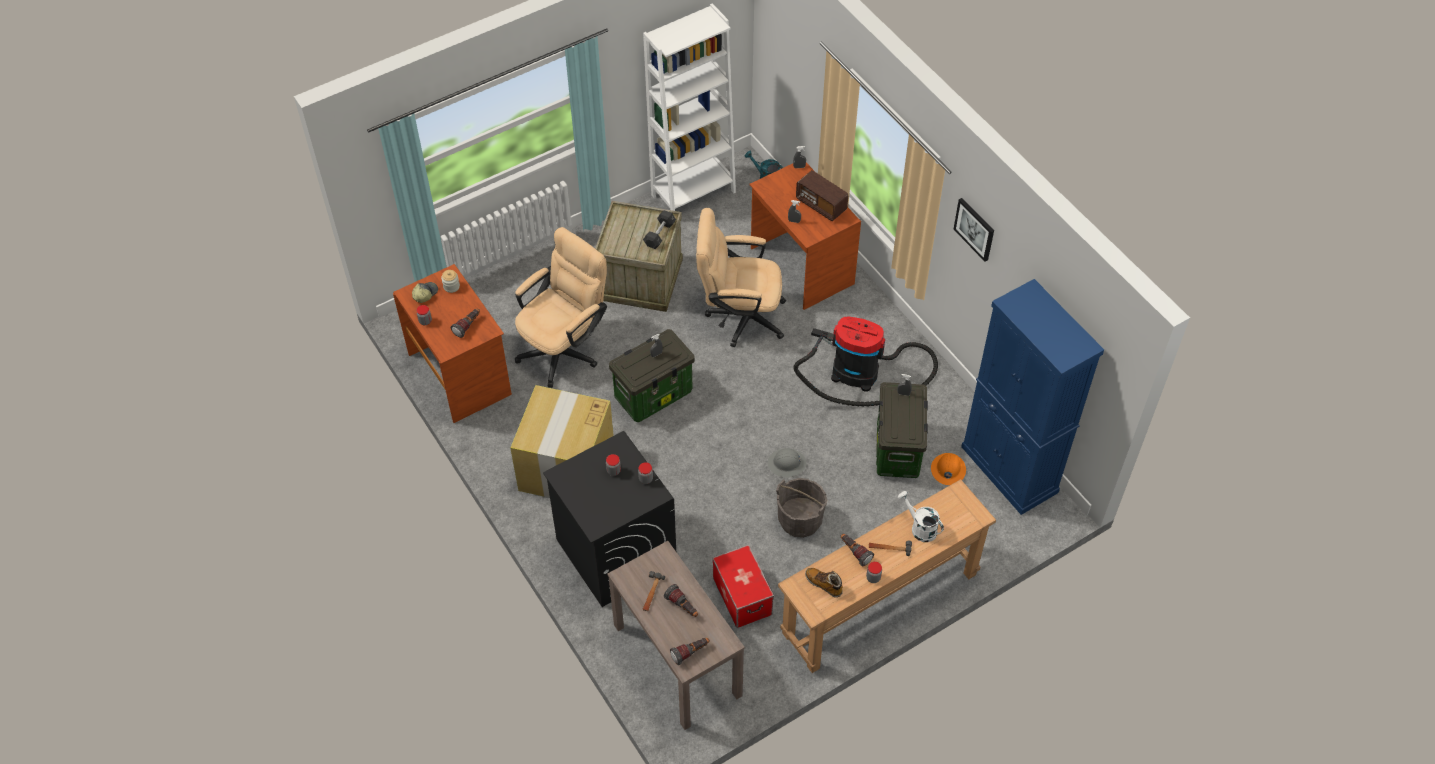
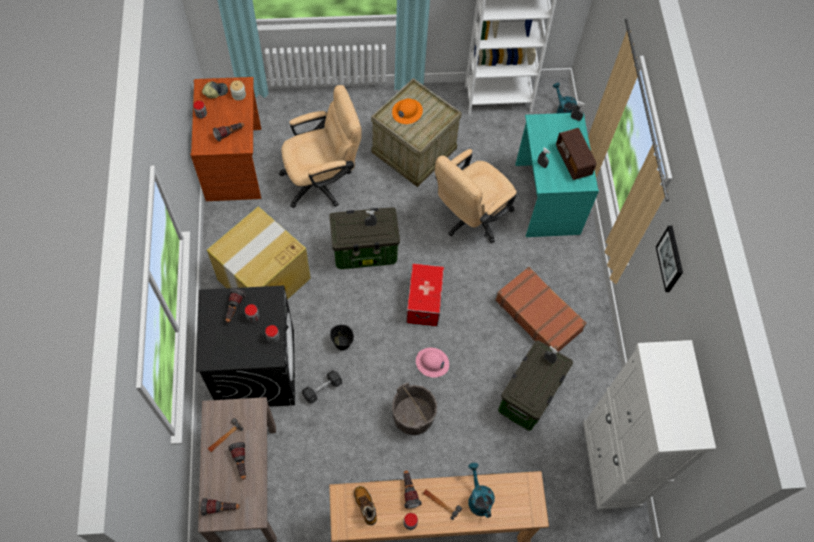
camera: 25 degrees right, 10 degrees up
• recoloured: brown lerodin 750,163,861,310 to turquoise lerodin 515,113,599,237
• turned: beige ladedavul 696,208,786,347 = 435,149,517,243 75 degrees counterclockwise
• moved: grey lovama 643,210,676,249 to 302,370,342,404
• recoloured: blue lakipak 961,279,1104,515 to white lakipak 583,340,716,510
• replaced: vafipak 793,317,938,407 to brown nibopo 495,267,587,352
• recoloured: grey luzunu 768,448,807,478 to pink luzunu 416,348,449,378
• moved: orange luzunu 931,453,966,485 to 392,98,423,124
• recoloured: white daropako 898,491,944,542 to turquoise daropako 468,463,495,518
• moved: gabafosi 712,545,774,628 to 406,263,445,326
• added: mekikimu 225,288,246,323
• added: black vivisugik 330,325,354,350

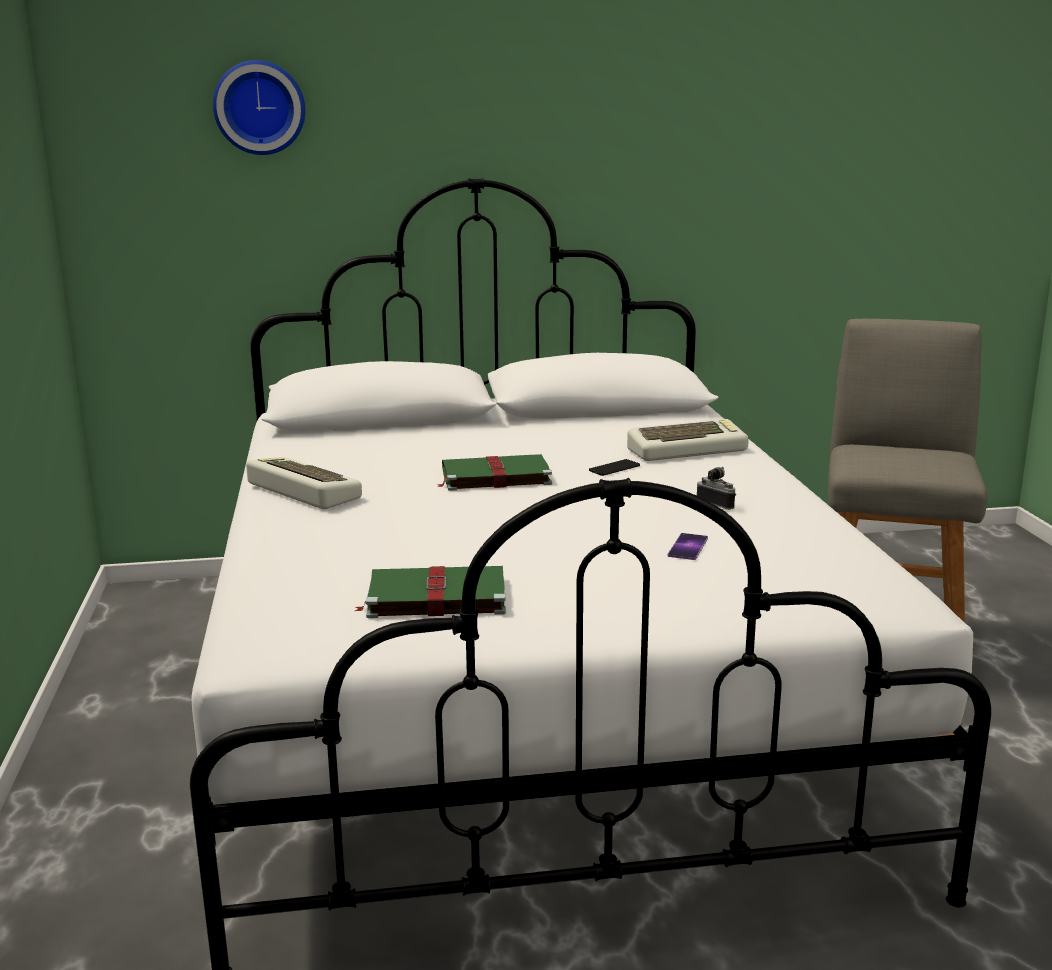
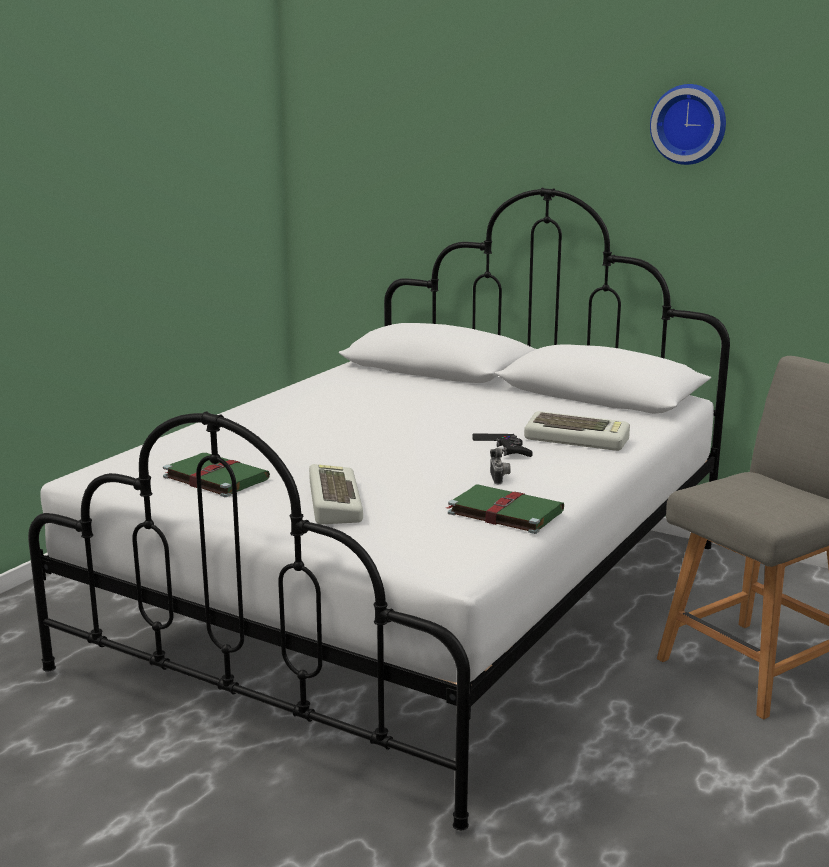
camera: 40 degrees right, 0 degrees up
• moved: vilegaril 213,60,305,155 to 650,84,726,165
• moved: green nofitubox 437,454,552,491 to 446,484,564,534
• moved: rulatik 246,457,362,509 to 309,464,363,525
• removed: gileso 668,533,708,560
• added: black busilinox 496,435,533,457

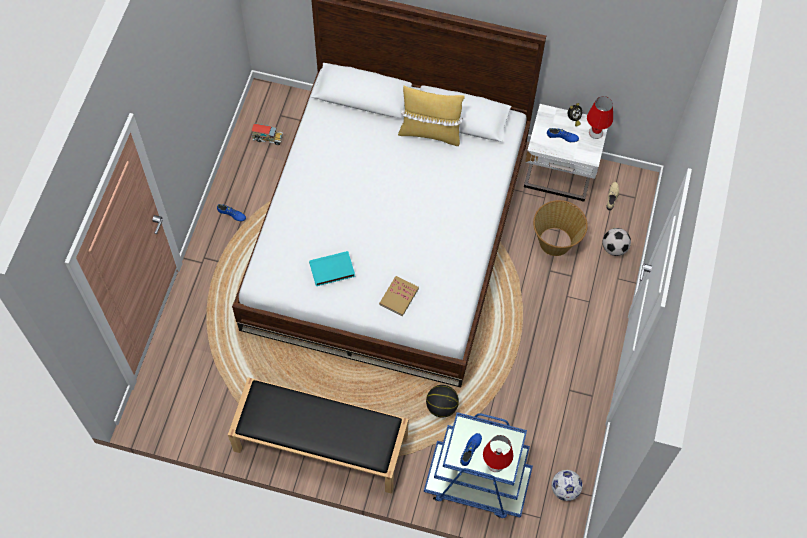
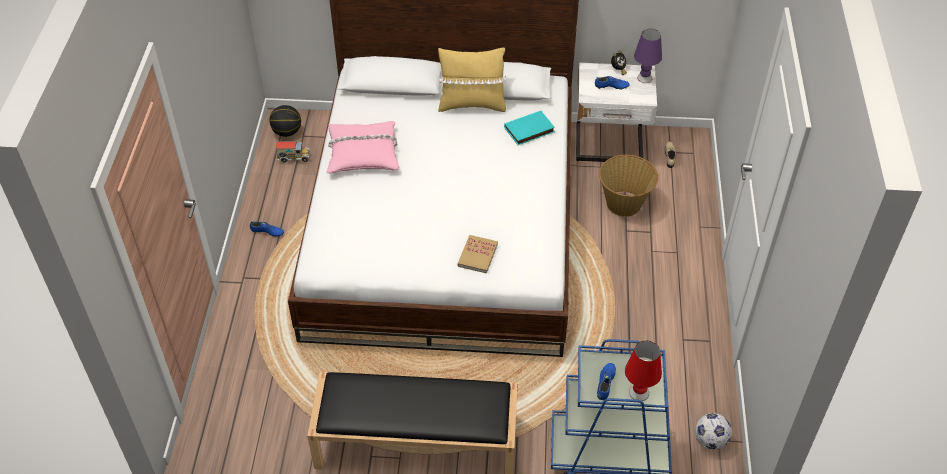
camera: 10 degrees left, 15 degrees down
• recoloured: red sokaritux 587,96,613,139 to purple sokaritux 634,29,662,83
• removed: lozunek 603,228,631,256
• moved: turquoise nofitubox 309,251,355,286 to 504,111,555,145
• moved: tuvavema 426,385,459,418 to 269,105,301,137
• added: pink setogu 327,121,399,173

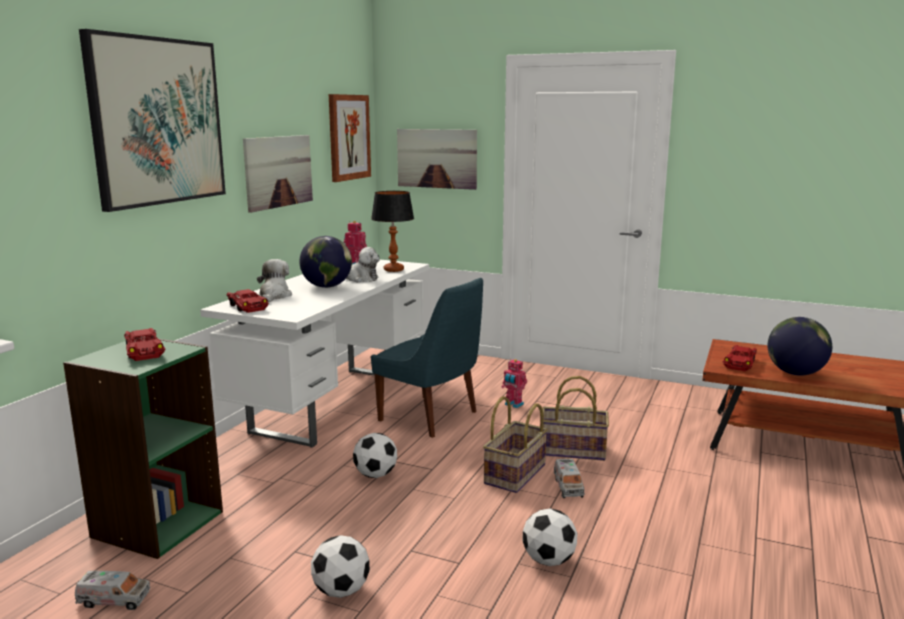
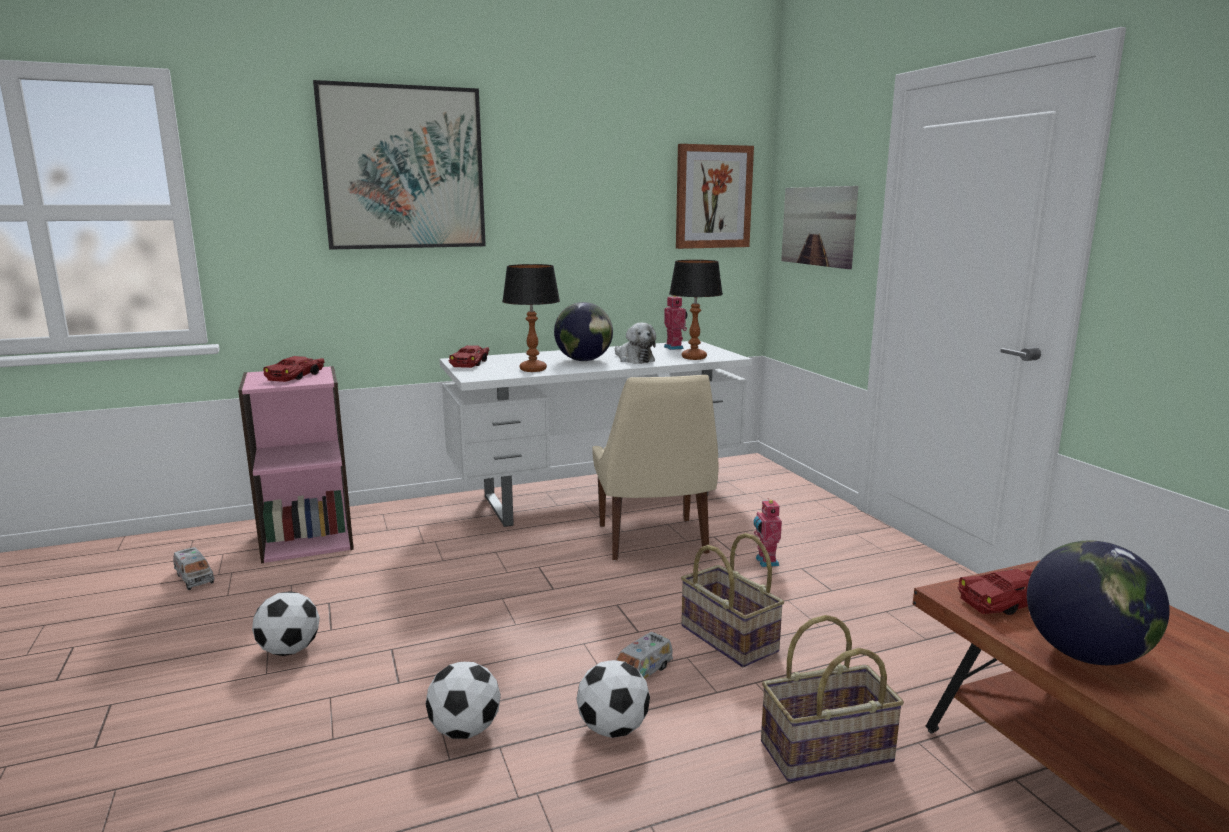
camera: 45 degrees right, 0 degrees up
• removed: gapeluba 243,135,313,213
• removed: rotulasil 257,259,292,302
• recoloured: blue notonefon 371,278,483,438 to beige notonefon 592,375,718,560
• recoloured: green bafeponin 63,336,223,559 to pink bafeponin 238,366,354,564
• moved: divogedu 483,396,548,493 to 761,615,904,782
• moved: lozunek 353,433,397,478 to 576,660,650,738
• added: sokaritux 502,264,560,372

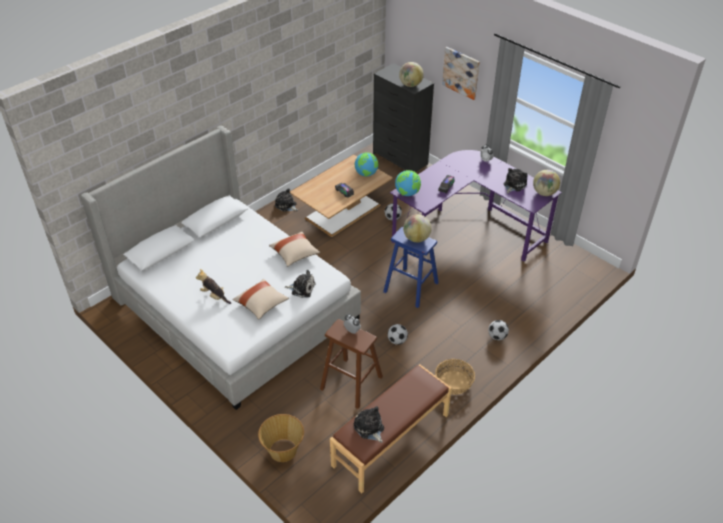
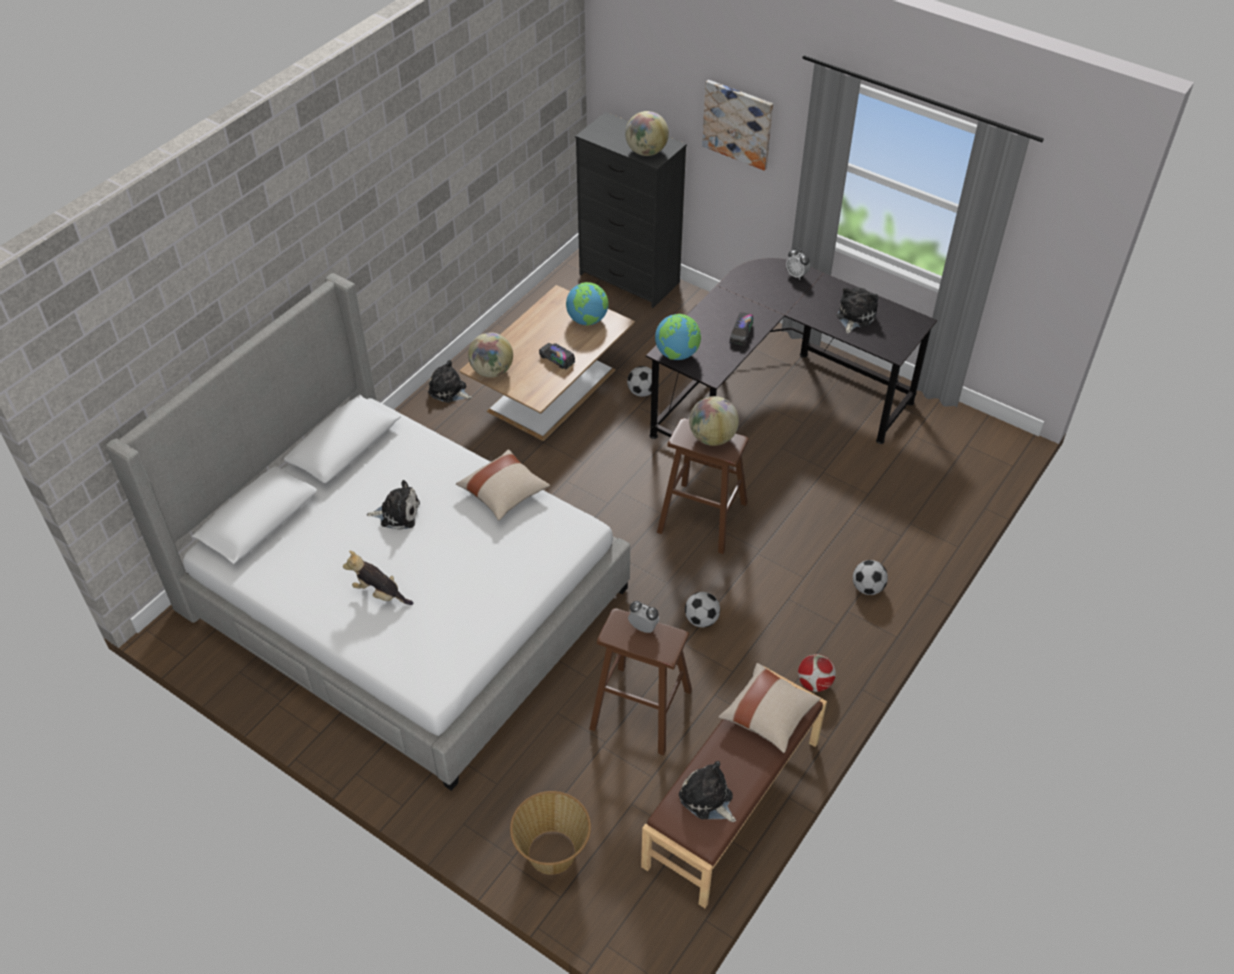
camera: 10 degrees left, 5 degrees up
• recoloured: purple lerodin 390,150,562,261 to black lerodin 646,258,937,466
• moved: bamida 533,170,560,196 to 468,332,513,378
• recoloured: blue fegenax 383,227,439,308 to brown fegenax 657,418,749,554
• moved: rotulasil 284,270,316,298 to 367,480,420,530
• moved: beige setogu 232,279,289,320 to 718,663,821,753
• replaced: divogedu 435,359,475,395 to lozunek 798,654,836,692

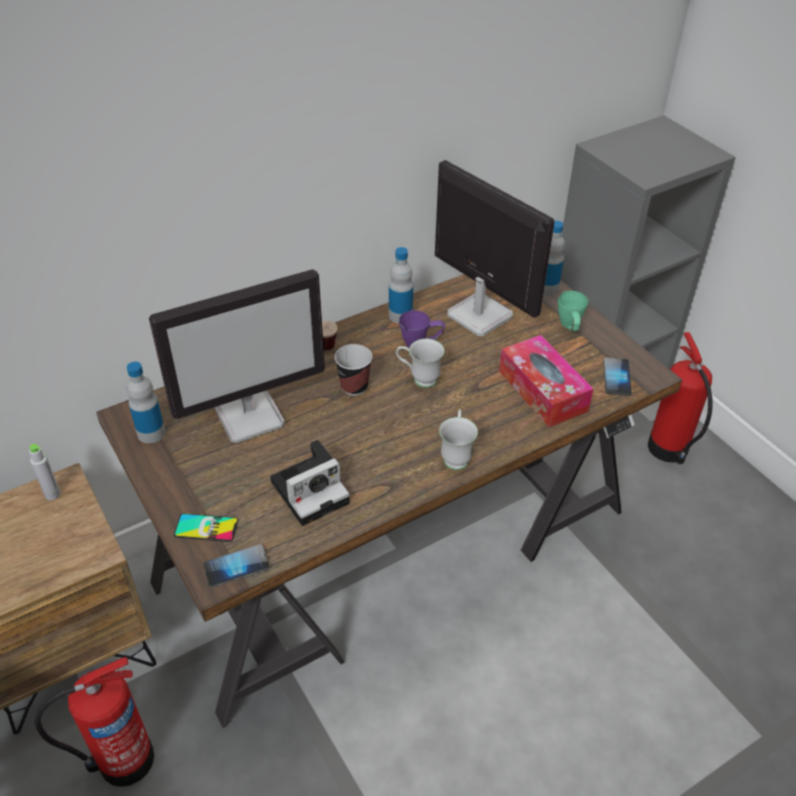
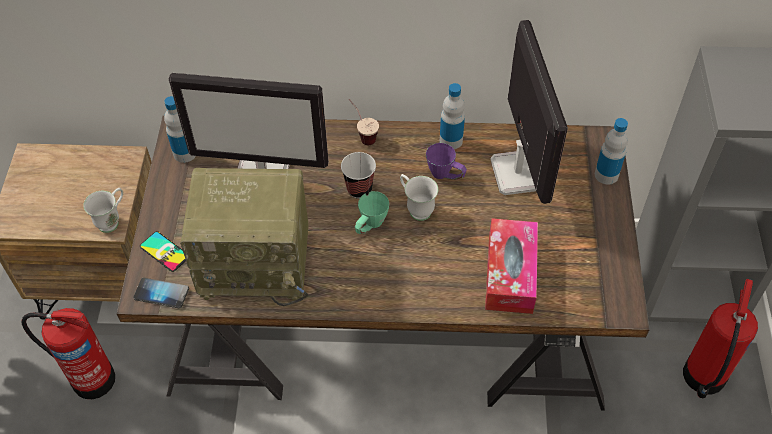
camera: 35 degrees right, 10 degrees up
• moved: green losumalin 558,291,588,332 to 355,191,389,234
• removed: gileso 603,357,632,396
• moved: white losumalin 439,409,478,470 to 83,188,123,233
• replaced: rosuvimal 270,440,350,526 to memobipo 180,168,309,306
• removed: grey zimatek 29,444,60,500

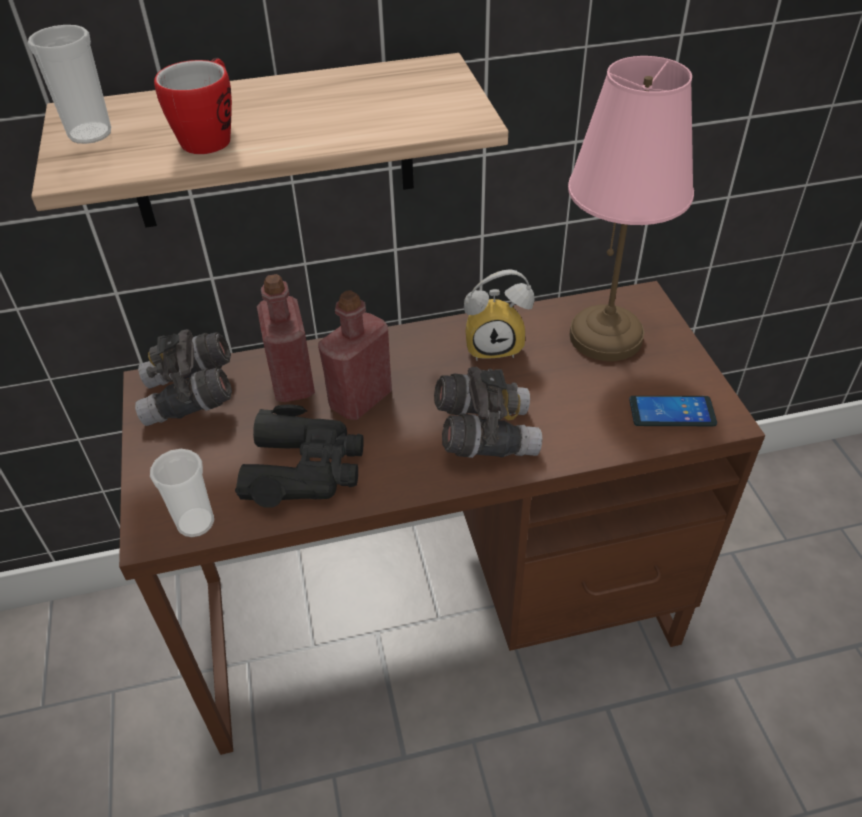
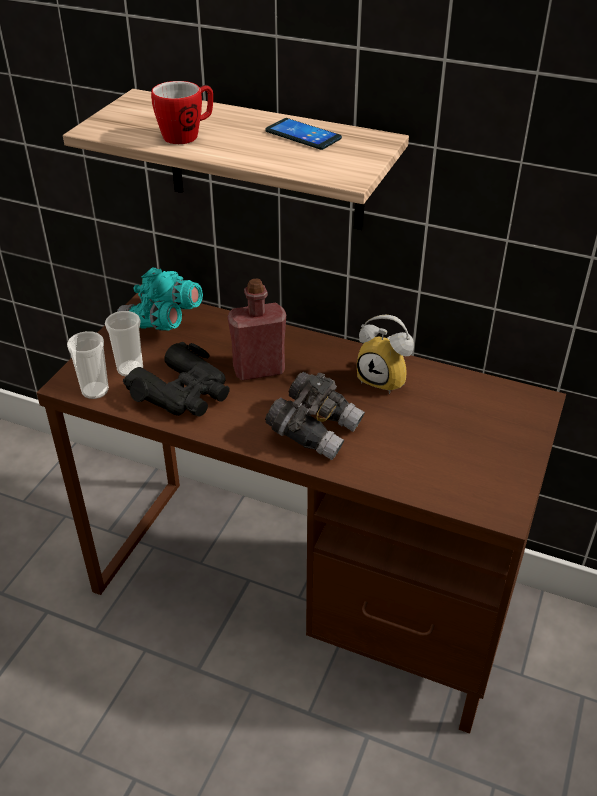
camera: 35 degrees right, 5 degrees down
• moved: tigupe 28,25,111,144 to 105,311,143,377
• removed: pink sokaritux 568,56,694,361
• removed: red zimatek 257,274,315,402
• recoloured: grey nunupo 135,329,232,426 to turquoise nunupo 117,268,203,331
• moved: gileso 629,396,717,426 to 265,118,342,150

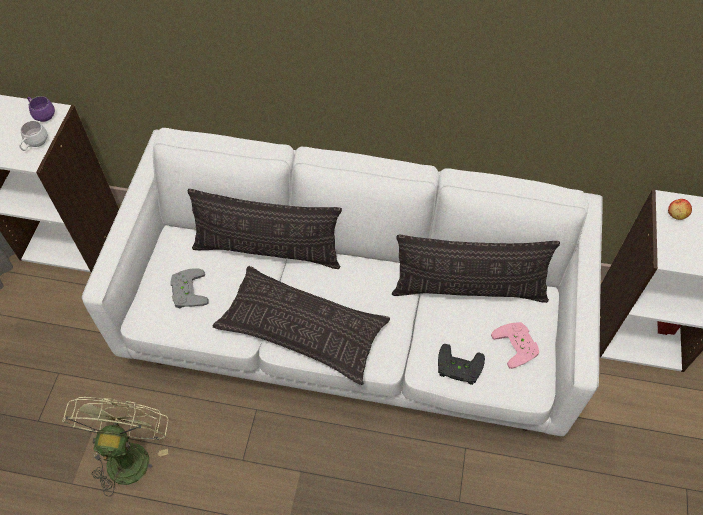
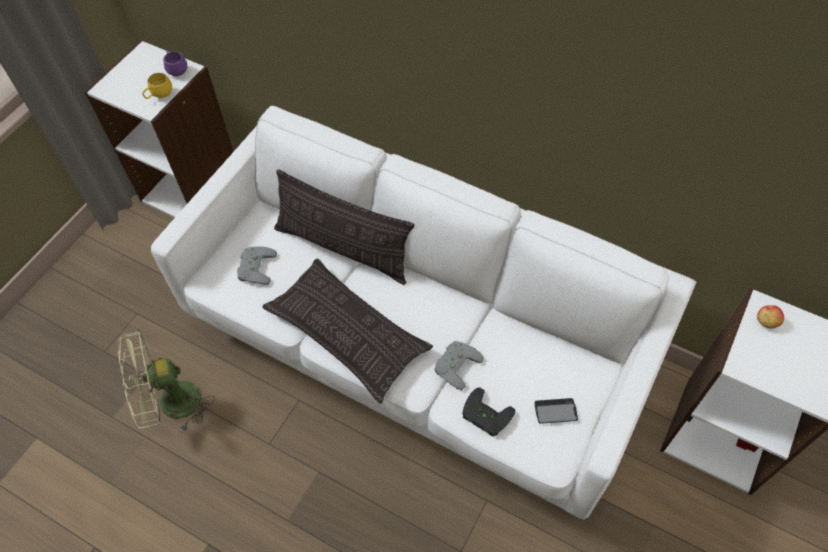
camera: 20 degrees right, 0 degrees up
• recoloured: white losumalin 19,121,48,151 to yellow losumalin 142,73,172,99
• removed: setogu 392,235,560,303
• replaced: pink busilinox 491,322,539,369 to gileso 534,398,578,424
• turned: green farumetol 62,397,168,497 = 118,330,215,433 135 degrees counterclockwise
• added: grey busilinox 434,341,484,390

